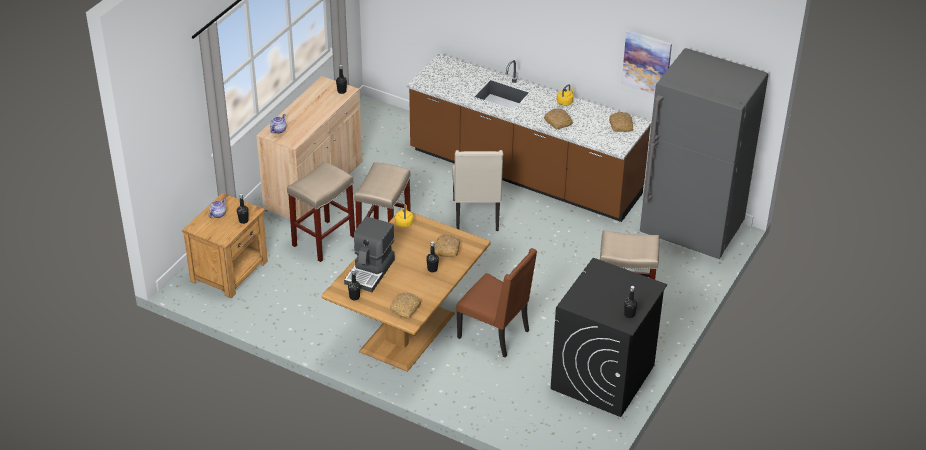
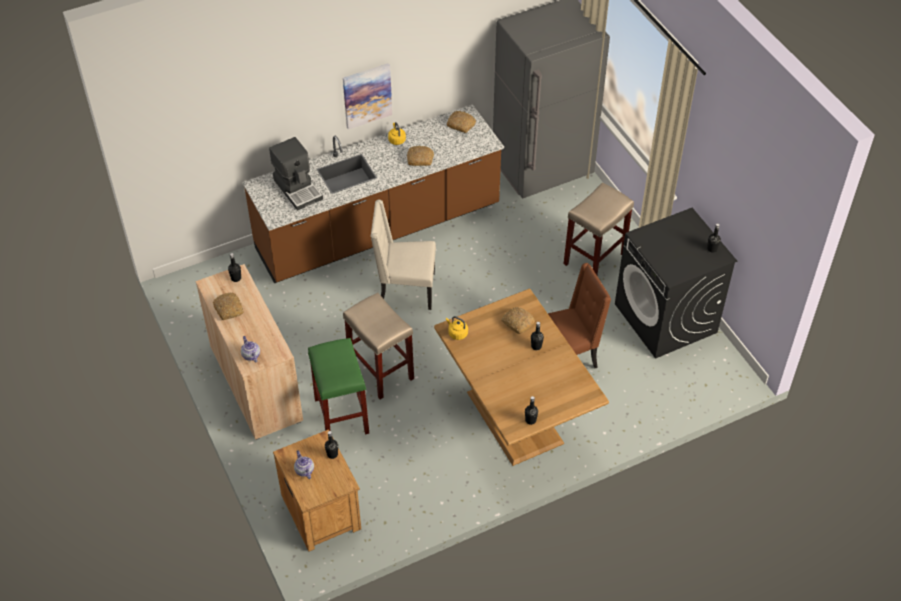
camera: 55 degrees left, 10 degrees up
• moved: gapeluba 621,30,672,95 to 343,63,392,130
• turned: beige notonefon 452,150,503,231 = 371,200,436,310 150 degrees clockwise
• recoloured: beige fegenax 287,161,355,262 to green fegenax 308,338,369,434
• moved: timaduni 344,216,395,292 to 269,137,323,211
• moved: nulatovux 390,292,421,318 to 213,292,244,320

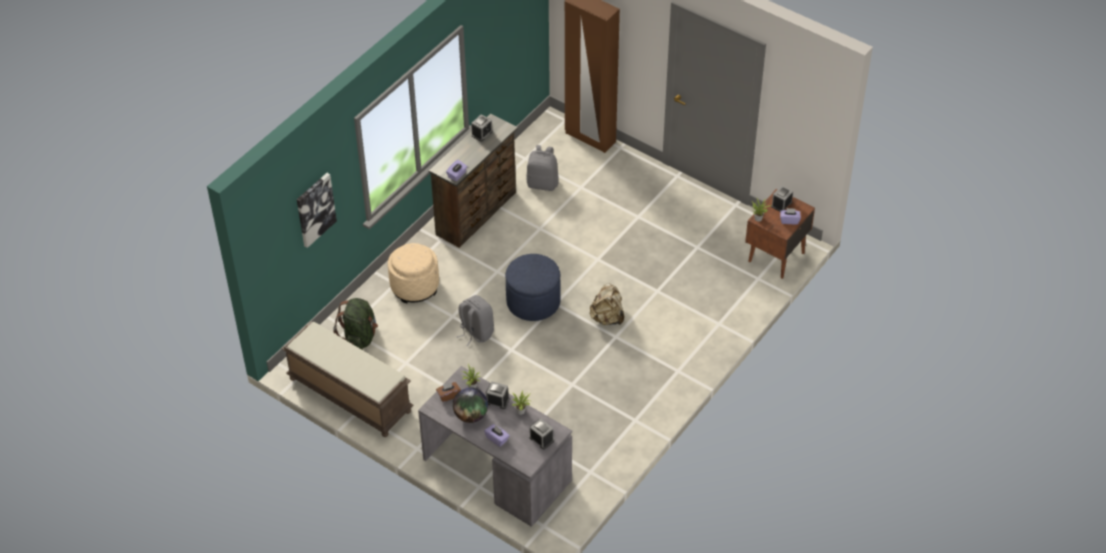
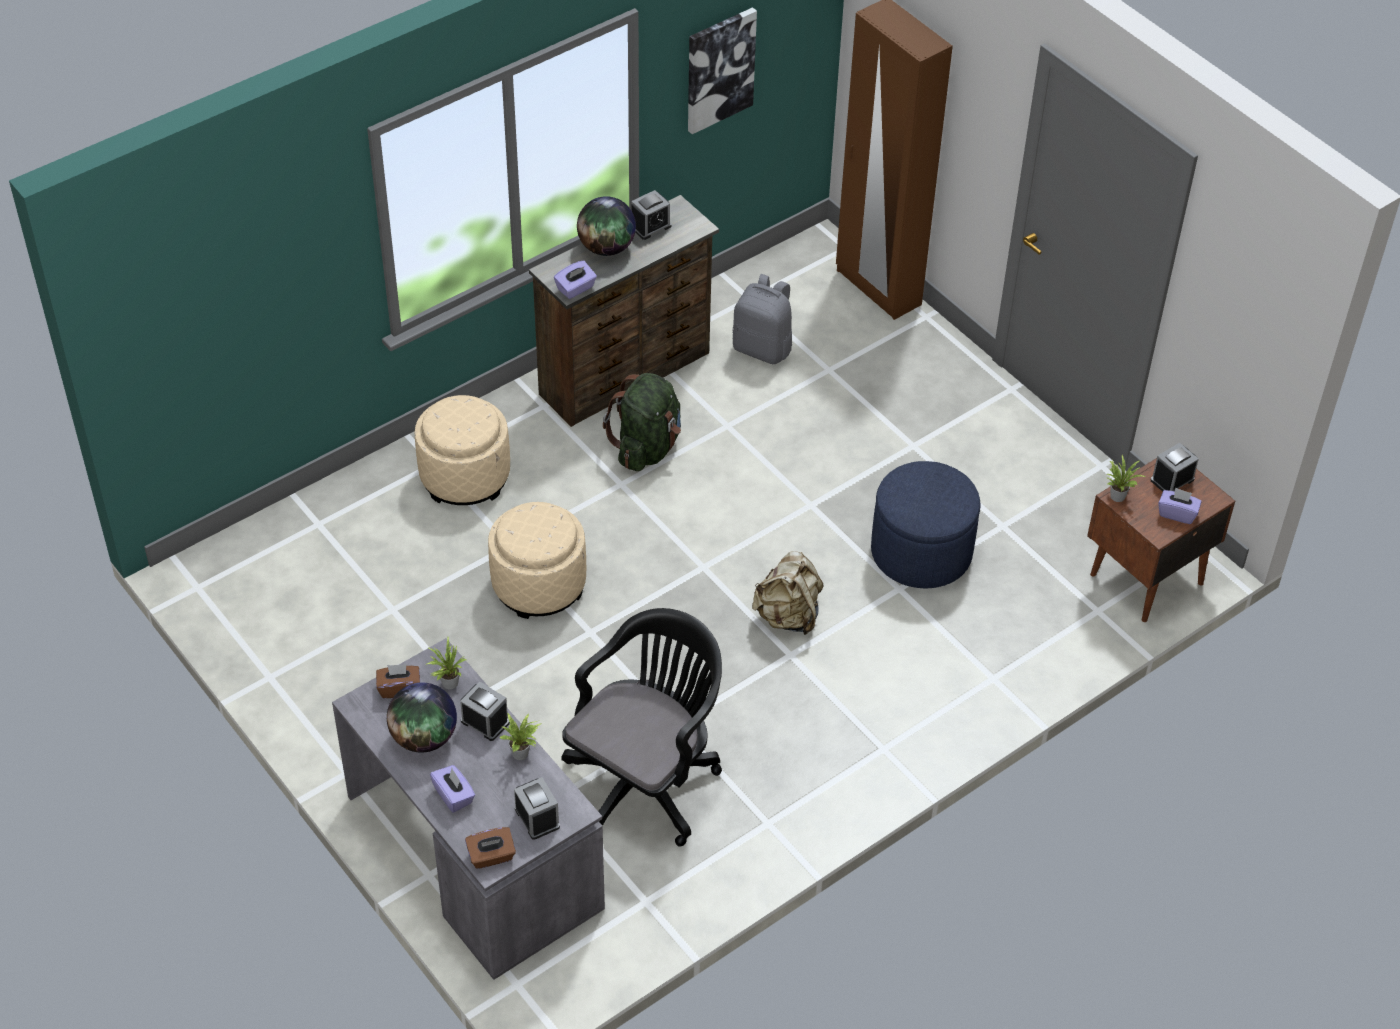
camera: 15 degrees right, 0 degrees up
• moved: gapeluba 297,173,337,248 to 688,7,757,134
• moved: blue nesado 505,254,561,321 to 871,461,980,588
• replaced: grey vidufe 457,295,494,347 to beige nesado 488,502,586,619
• moved: green vidufe 333,298,378,350 to 603,373,681,471
• removed: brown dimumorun 281,321,413,437
• added: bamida 577,196,636,256
• added: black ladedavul 562,608,722,847
• added: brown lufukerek 465,827,516,869

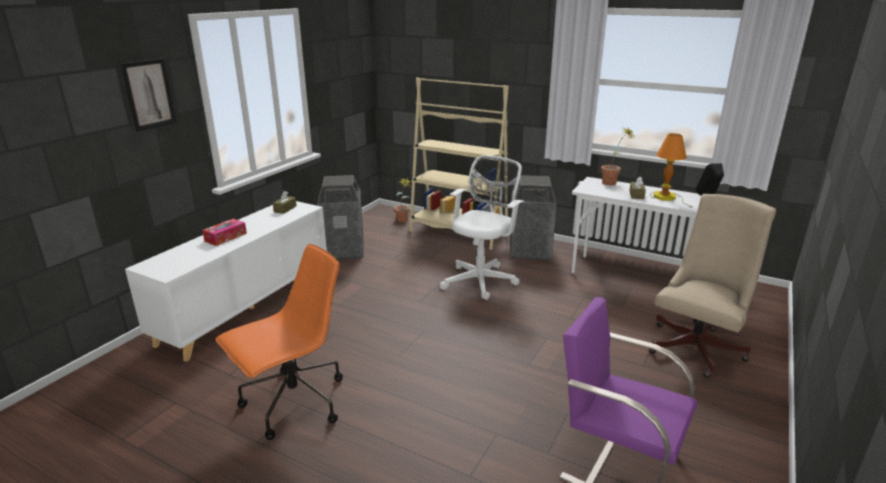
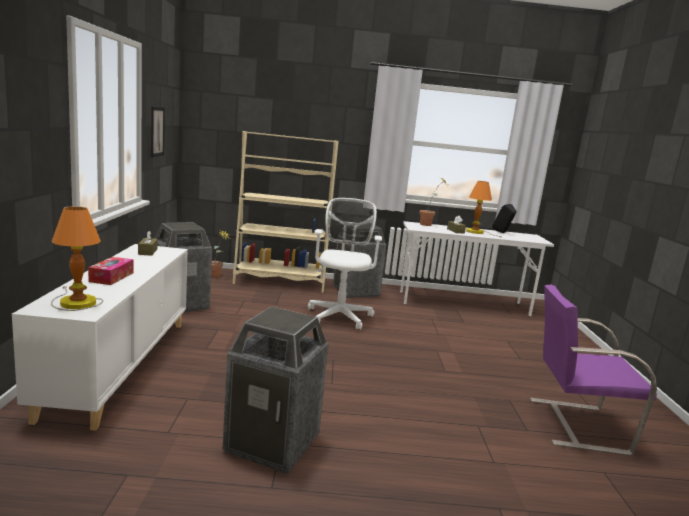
camera: 30 degrees left, 10 degrees down
• moved: gapeluba 120,58,176,132 to 151,107,165,157
• removed: beige ladedavul 649,194,776,378
• replaced: orange ladedavul 215,244,343,440 to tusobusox 223,306,328,474
• added: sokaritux 51,206,103,311

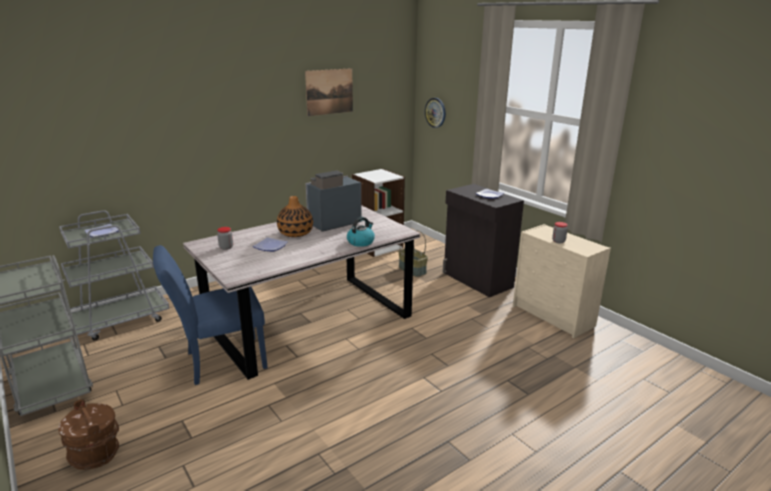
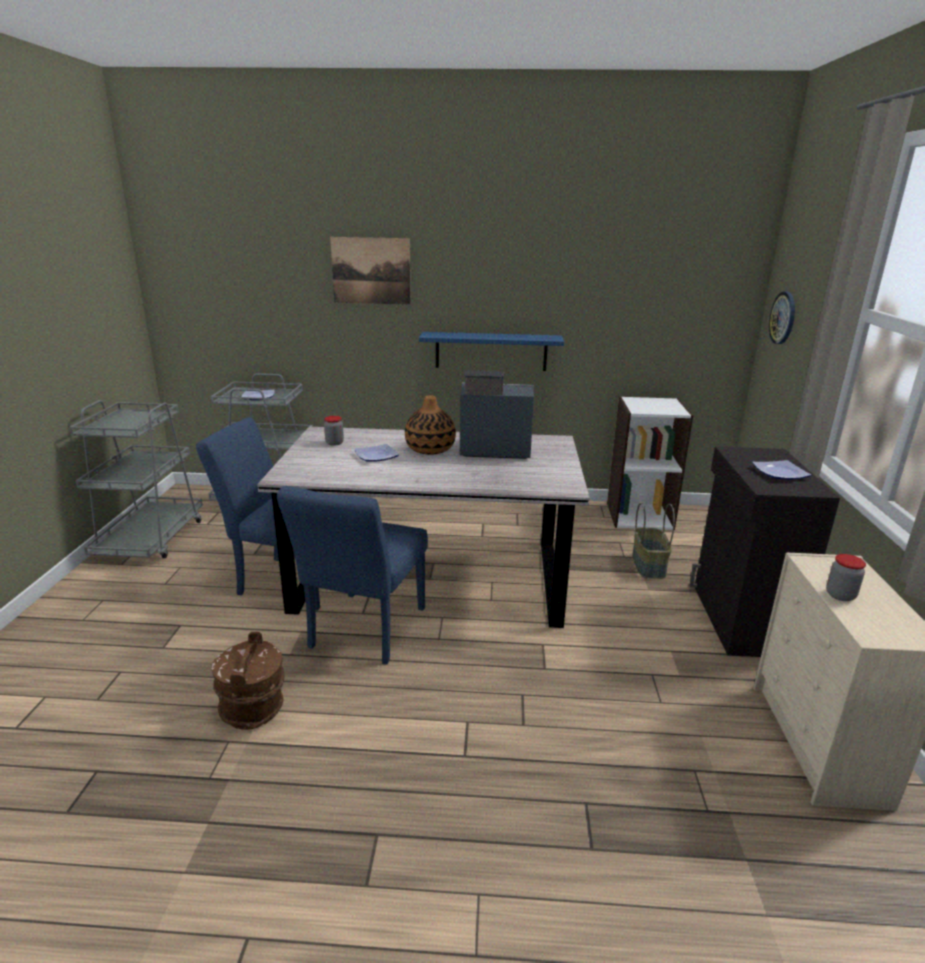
camera: 40 degrees right, 0 degrees up
• moved: gapeluba 305,68,353,116 to 330,237,411,305
• removed: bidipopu 347,217,375,247
• moved: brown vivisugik 58,399,119,470 to 211,632,285,730
• added: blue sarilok 419,332,564,371
• added: blue notonefon 277,486,428,665

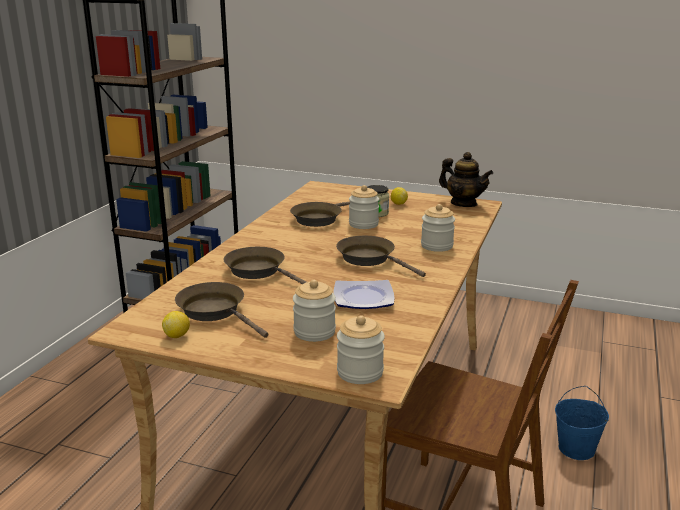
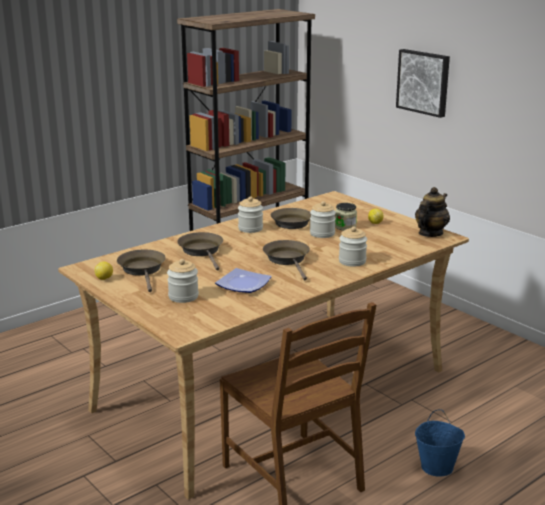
camera: 30 degrees right, 0 degrees up
• turned: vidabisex 439,152,493,207 = 415,187,450,237 120 degrees counterclockwise
• moved: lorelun 337,315,385,384 to 238,196,263,233
• added: gapeluba 396,49,450,118

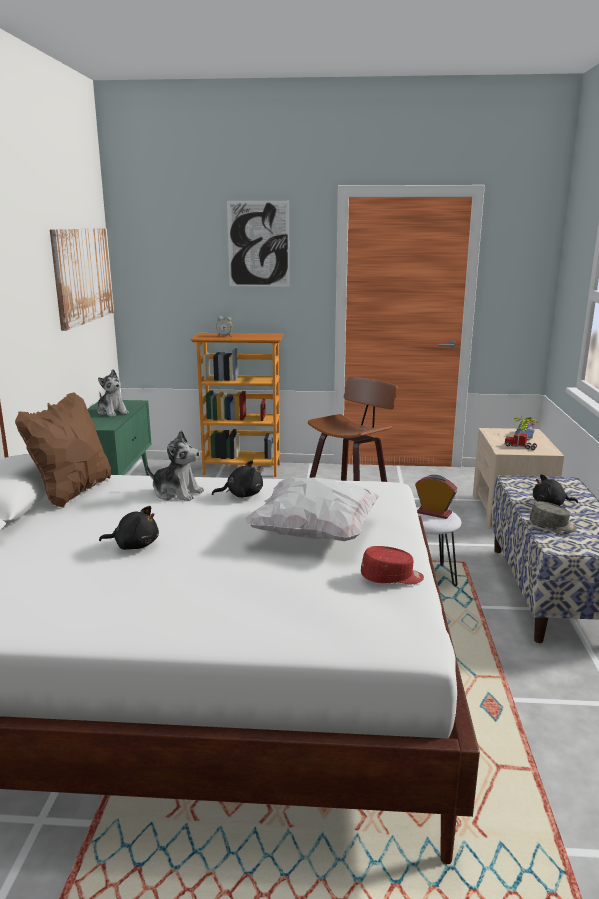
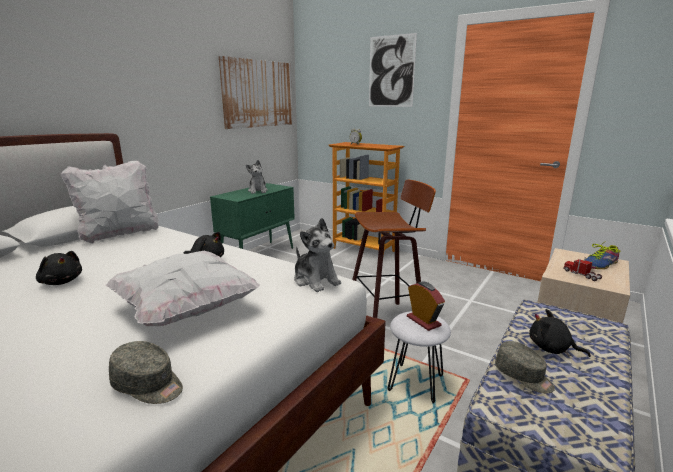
camera: 30 degrees right, 0 degrees up
• recoloured: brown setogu 15,393,111,508 to white setogu 61,161,159,244
• moved: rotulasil 146,431,204,501 to 294,218,341,292
• recoloured: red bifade 361,546,424,585 to grey bifade 109,341,183,404

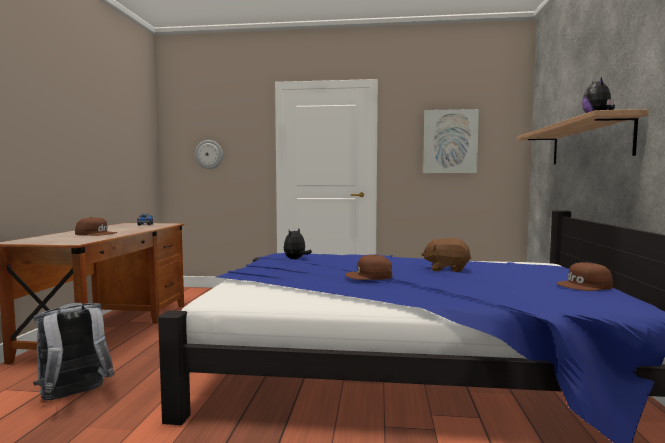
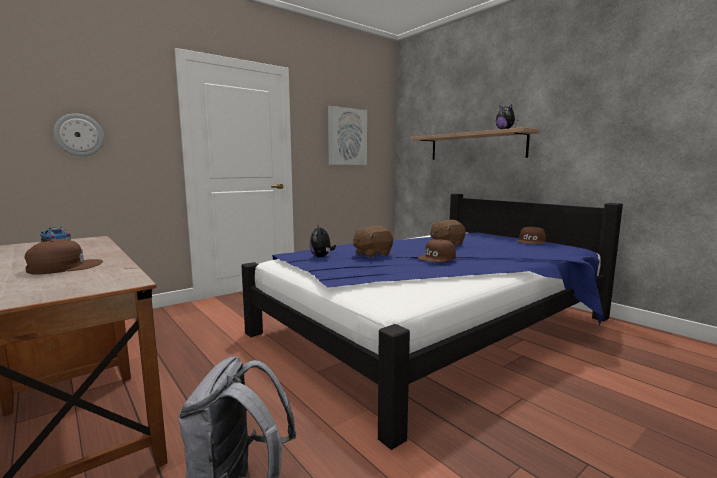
camera: 45 degrees left, 5 degrees up
• added: brown rotulasil 353,226,393,258

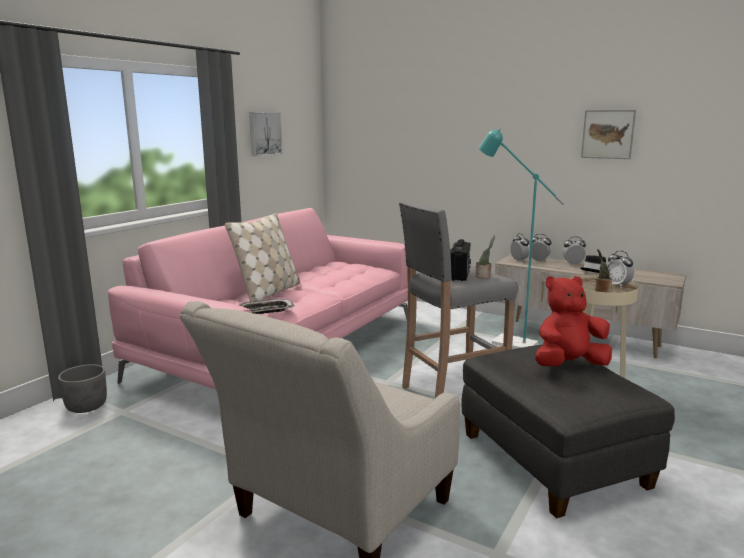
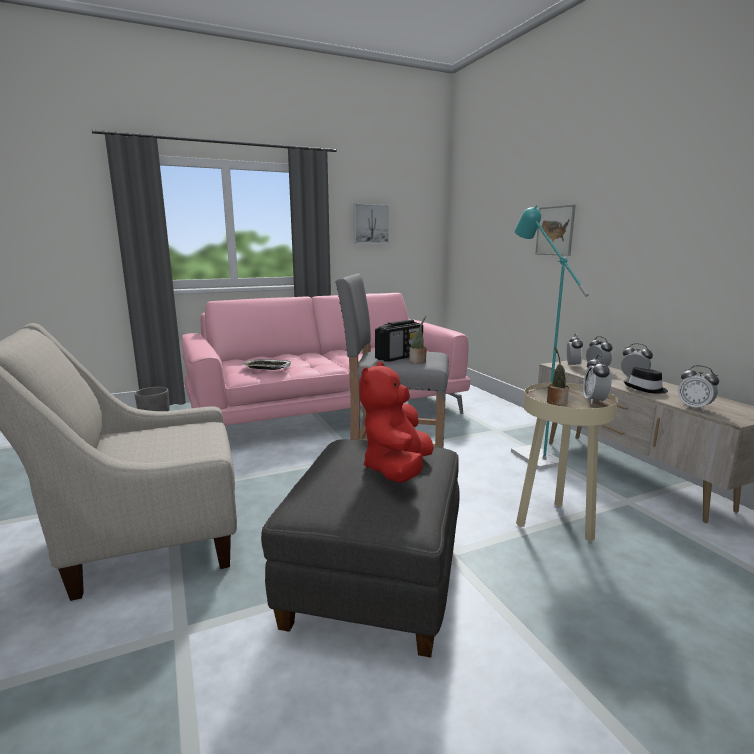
camera: 35 degrees right, 0 degrees up
• moved: gapeluba 581,110,636,159 to 535,205,576,256
• removed: beige setogu 225,213,300,302
• turned: red rotulasil 535,276,612,366 = 359,362,434,482 90 degrees counterclockwise
• added: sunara 678,365,719,411

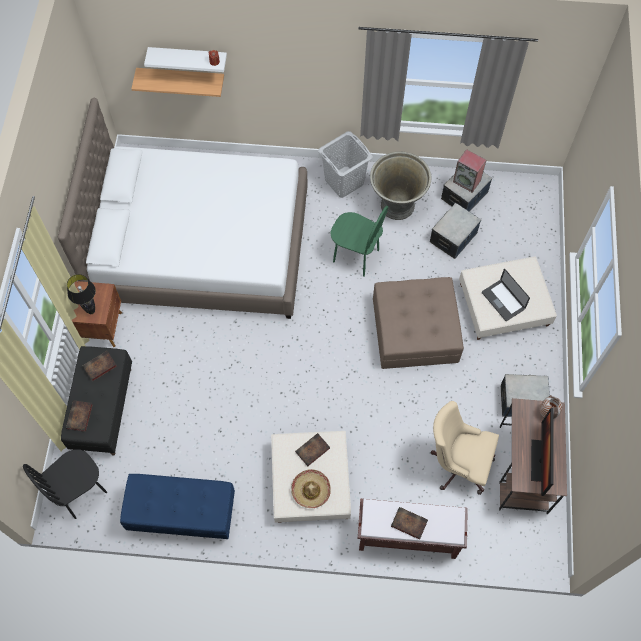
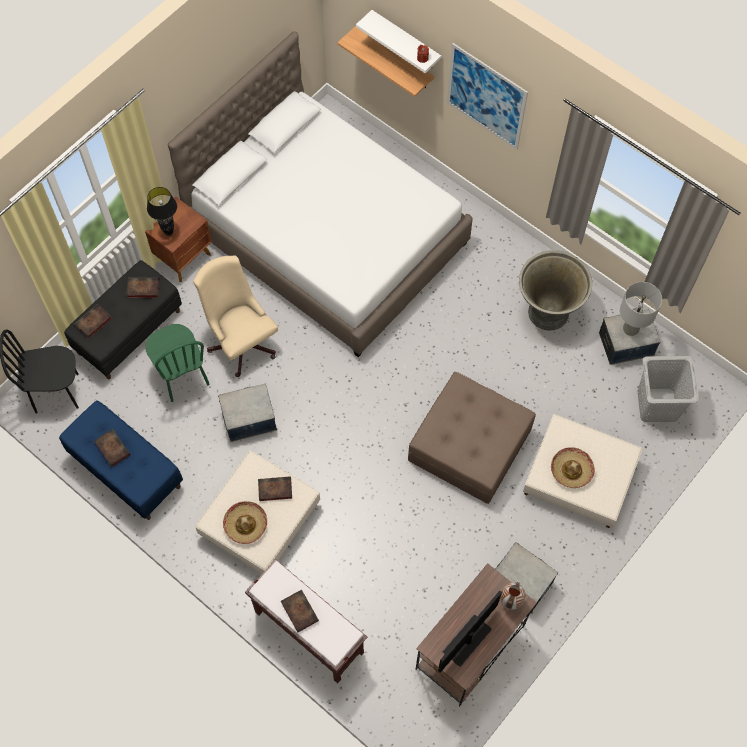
camera: 35 degrees right, 0 degrees up
• moved: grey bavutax 318,131,373,198 to 638,356,699,422
• replaced: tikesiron 453,149,486,193 to grey sokaritux 620,282,662,336
• moved: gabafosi 430,203,481,259 to 218,384,277,442
• moved: green notonefon 330,206,388,277 to 146,324,210,402
• replaced: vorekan 482,269,530,321 to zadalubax 551,447,595,488
• moved: beige ladedavul 431,401,499,495 to 193,255,278,377
• added: gapeluba 447,43,528,150
• added: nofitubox 94,429,130,467

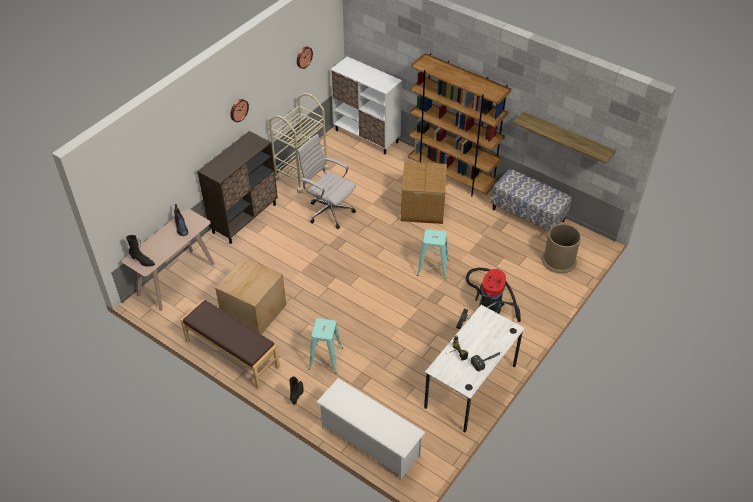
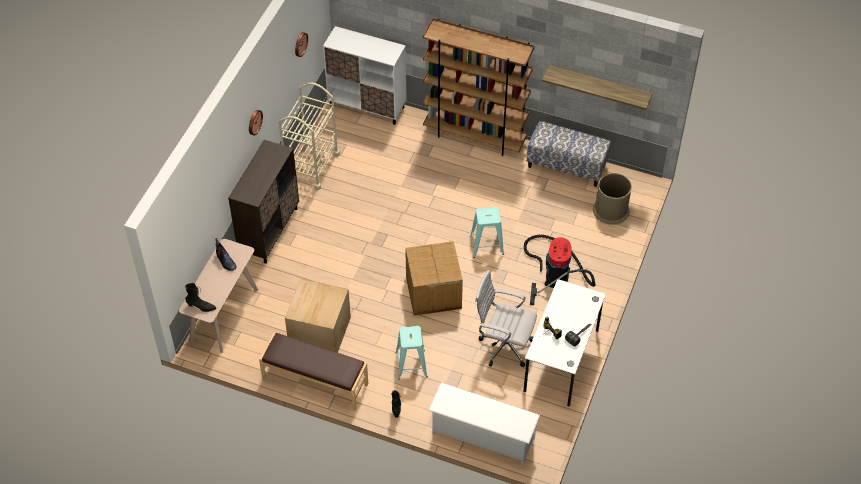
camera: 15 degrees left, 5 degrees up
• moved: white ladedavul 297,134,356,229 to 475,270,537,367
• moved: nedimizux 401,161,447,224 to 405,241,463,316

